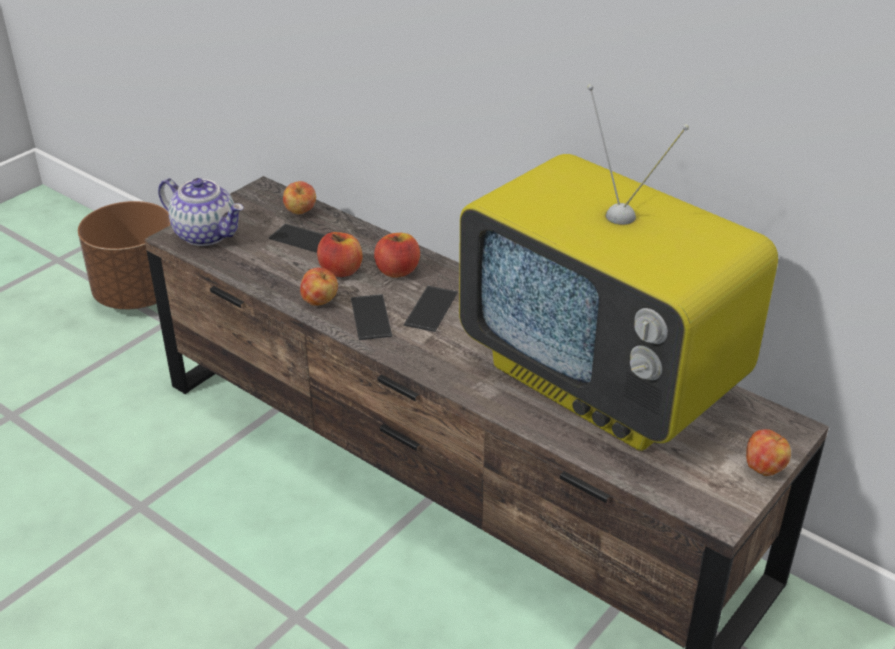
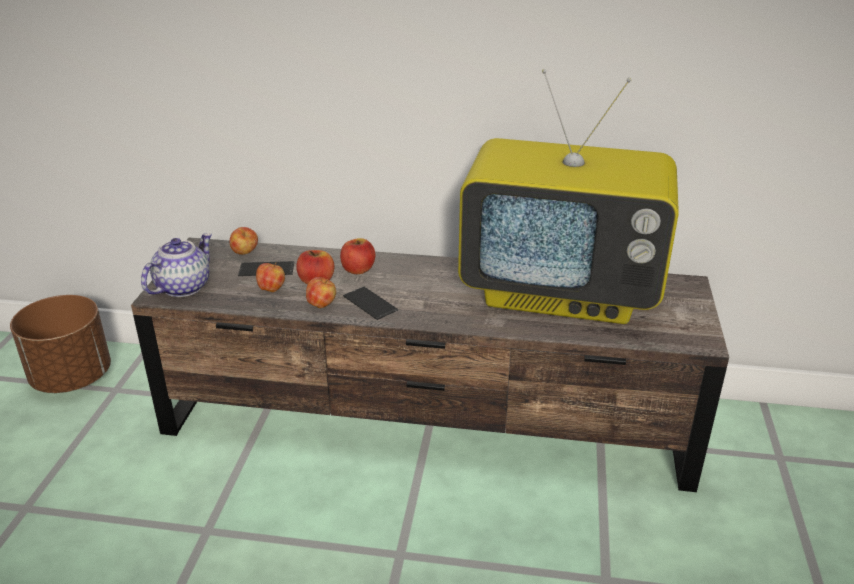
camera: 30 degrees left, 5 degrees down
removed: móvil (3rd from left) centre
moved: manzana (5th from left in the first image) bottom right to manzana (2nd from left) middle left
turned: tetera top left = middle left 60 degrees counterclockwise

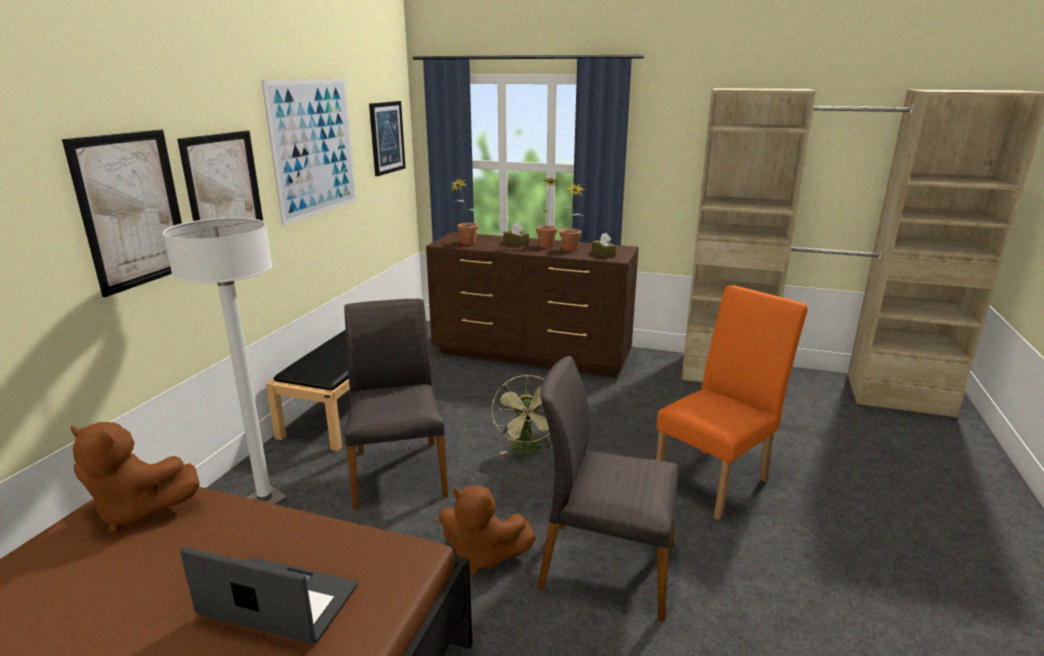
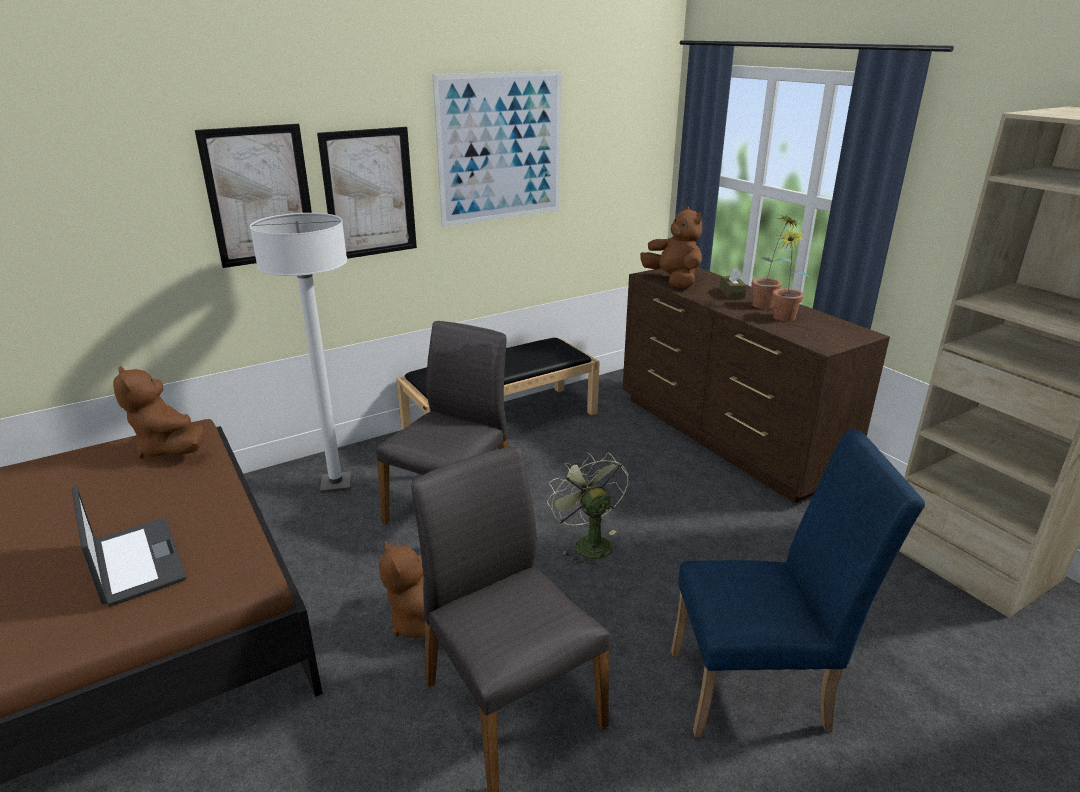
camera: 40 degrees right, 5 degrees up
removed: cuadro (4th from left) top centre; caja de pañuelos [marrón] (2nd from left) centre
replaced: planta en maceta (1st from left) top centre to peluche [marrón] (3rd from left) top centre
recoloured: silla [naranja] middle right to silla [azul] bottom right
turned: ventilador [verde] centre = centre 120 degrees clockwise

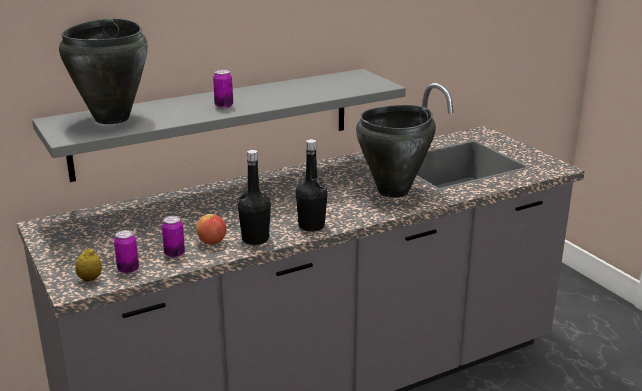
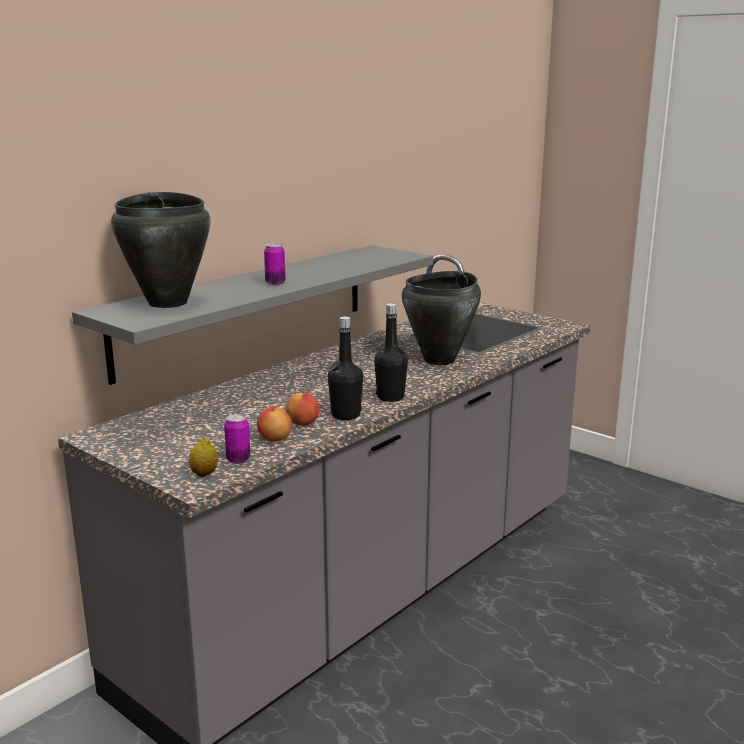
camera: 20 degrees left, 5 degrees down
replaced: lata (2nd from left) middle left to manzana (1st from left) centre

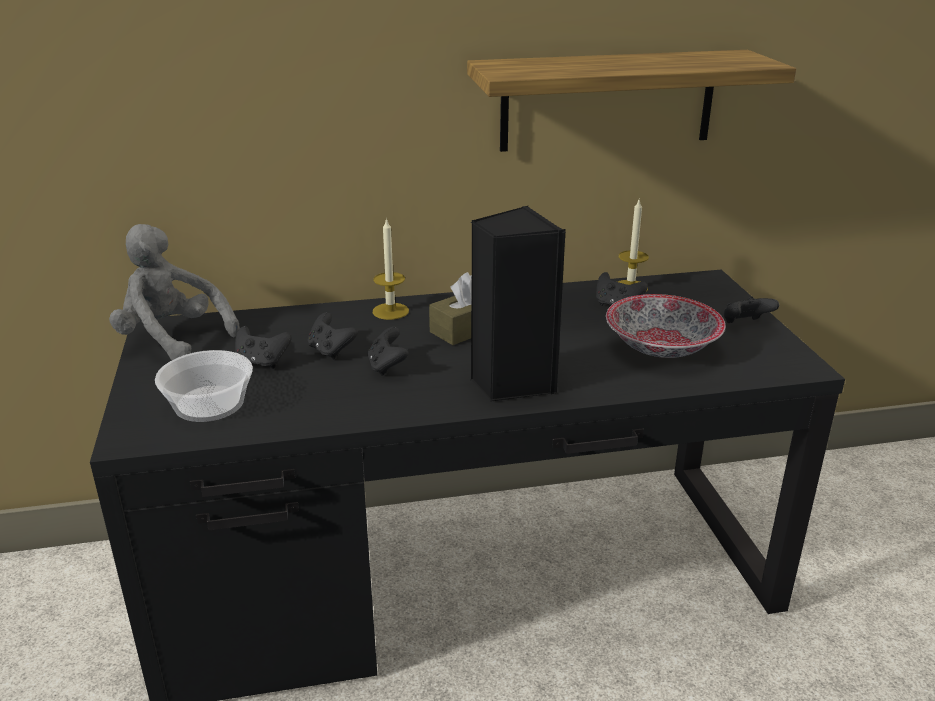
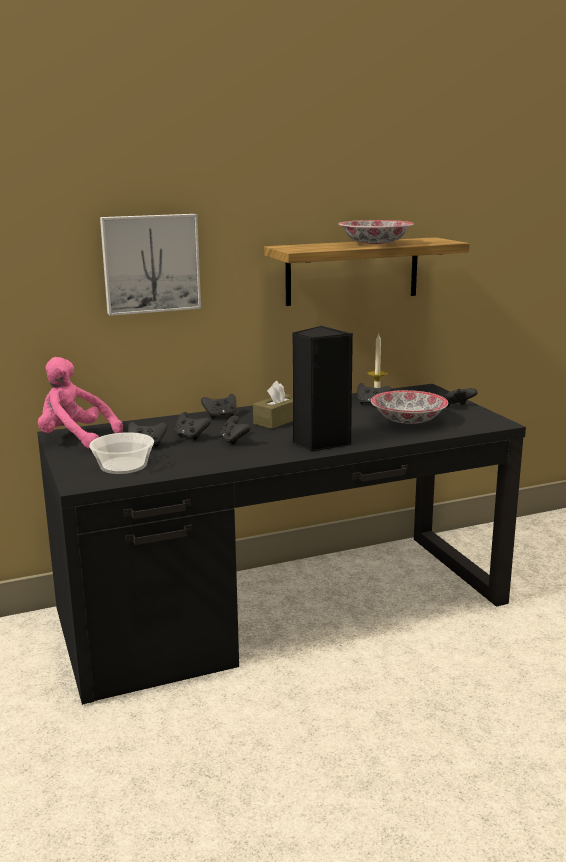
camera: 10 degrees left, 10 degrees down
added: cuadro top left; cuenco (2nd from left) top centre
replaced: vela (1st from left) centre to mando de consola [negro] (3rd from left) centre
recoloured: peluche [gris] middle left to peluche [rosa] middle left

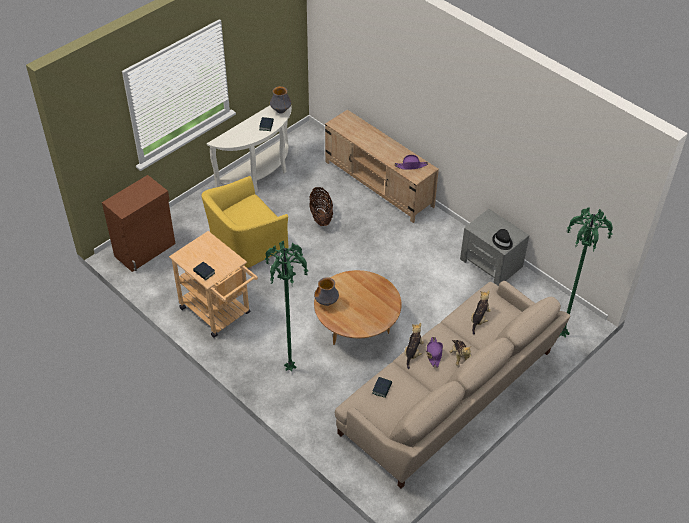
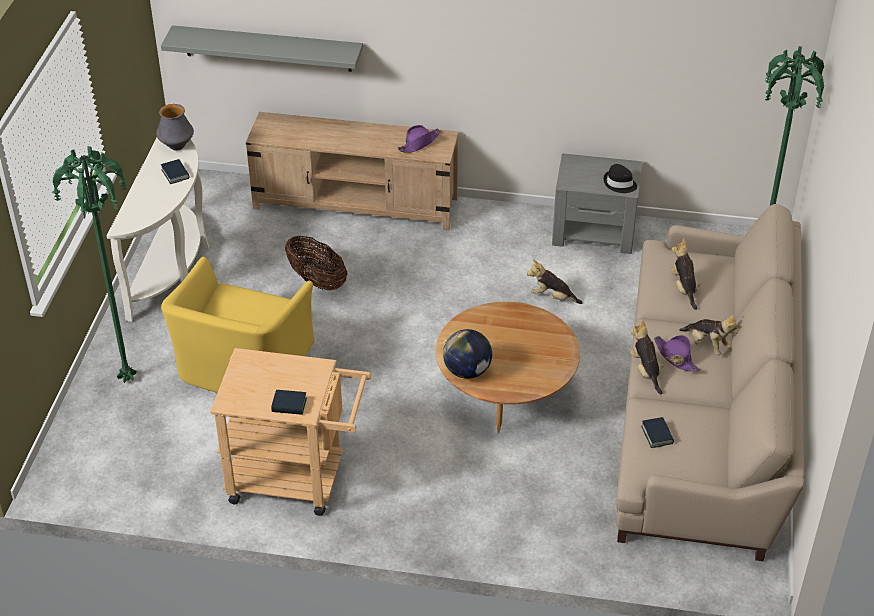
camera: 35 degrees left, 5 degrees down
removed: armario [marrón] middle left
added: estante [gris] top left; peluche (1st from left) centre
moved: lámpara de pie [verde] (1st from left) centre to middle left
replaced: florero (2nd from left) centre to globo terráqueo centre

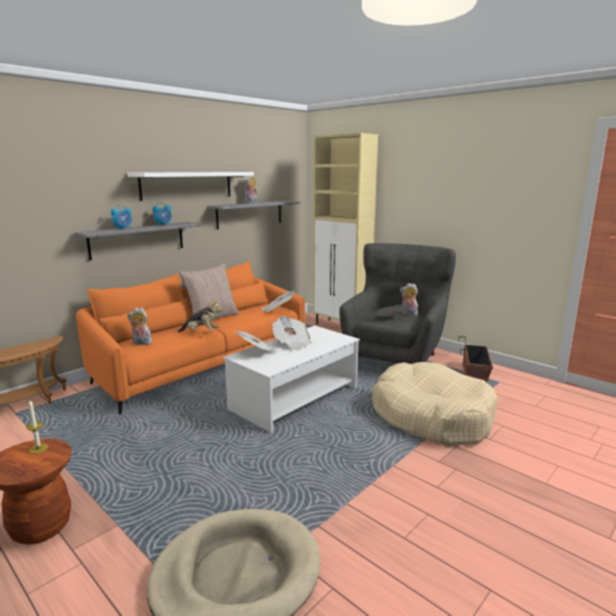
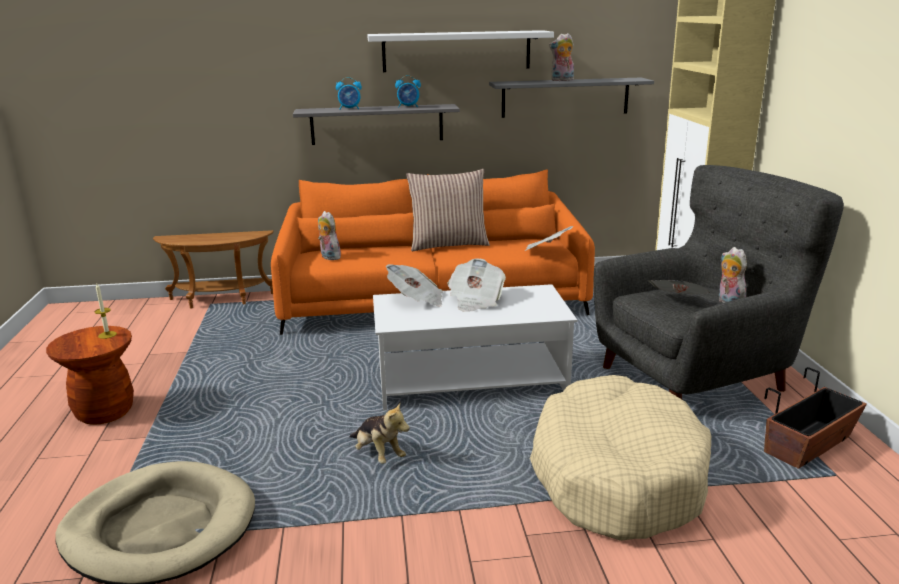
camera: 40 degrees right, 5 degrees up
moved: peluche (2nd from left) middle left to bottom centre

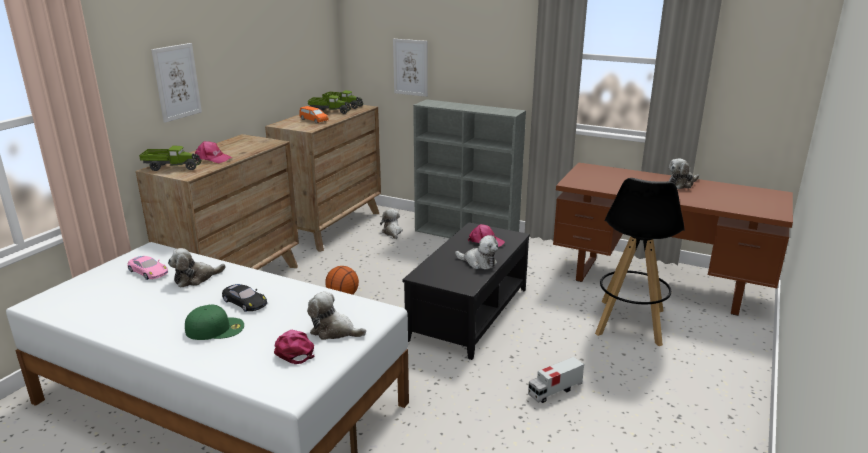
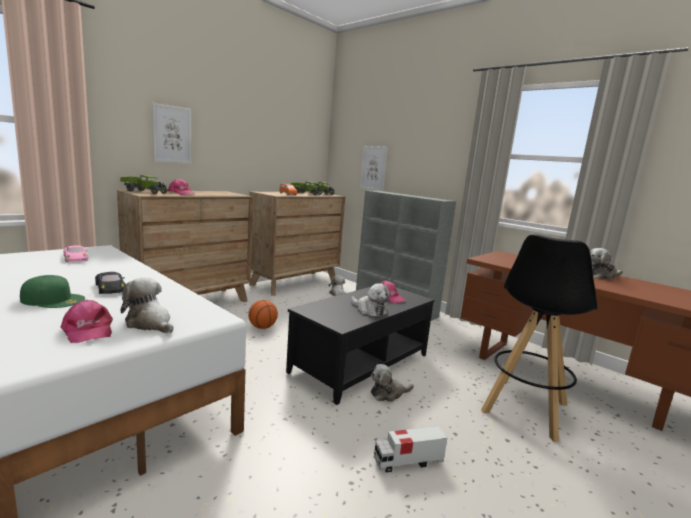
camera: 15 degrees right, 10 degrees down
moved: peluche (1st from left in the first image) middle left to peluche (4th from left) bottom centre
turned: gorra [rosa] (2nd from left in the first image) bottom centre = middle left 150 degrees clockwise

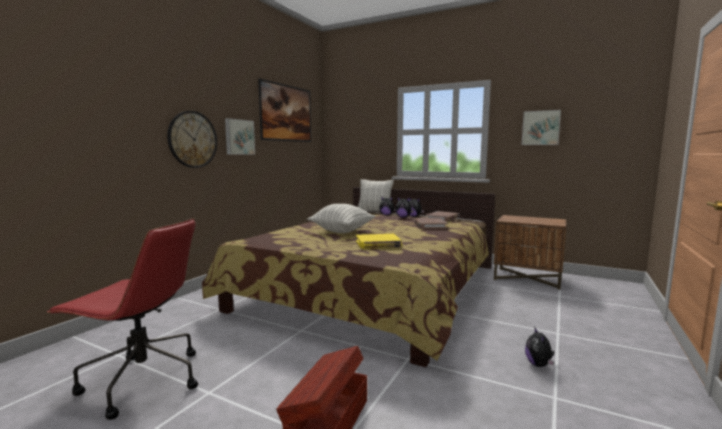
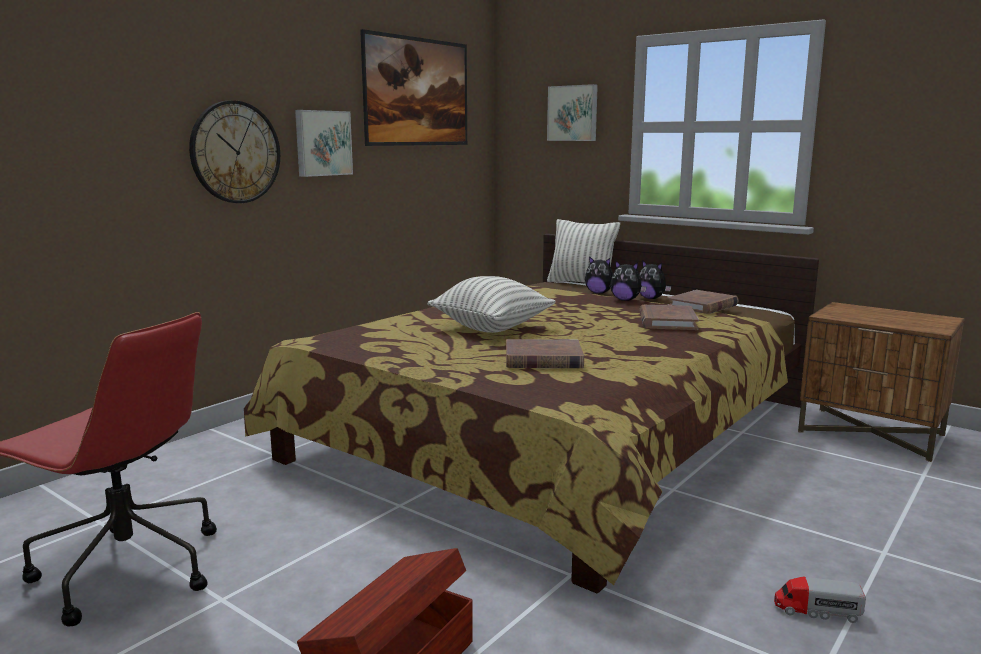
camera: 10 degrees right, 5 degrees up
moved: cuadro (3rd from left) top right to top centre
replaced: peluche (4th from left) bottom right to camión de juguete bottom right
recoloured: libro [amarillo] centre to libro [marrón] (1st from left) centre

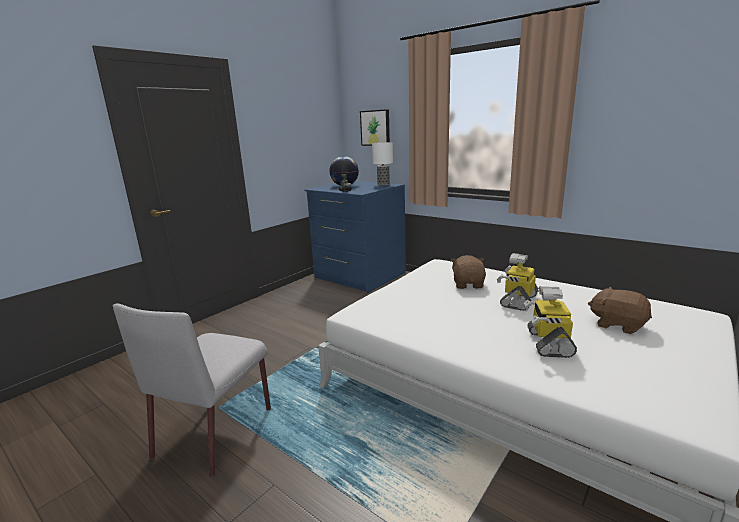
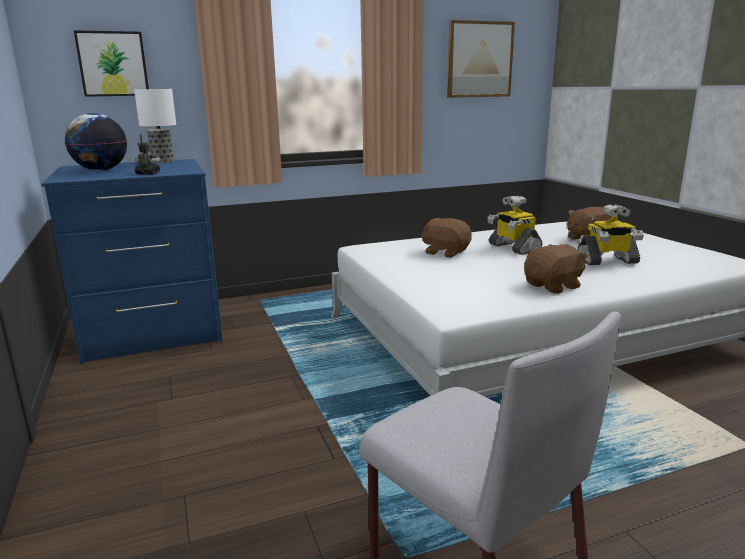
camera: 60 degrees left, 0 degrees up
added: cuadro (2nd from left) top centre; peluche [marrón] (2nd from left) middle right
turned: robot de juguete (3rd from left) middle right = middle right 45 degrees counterclockwise

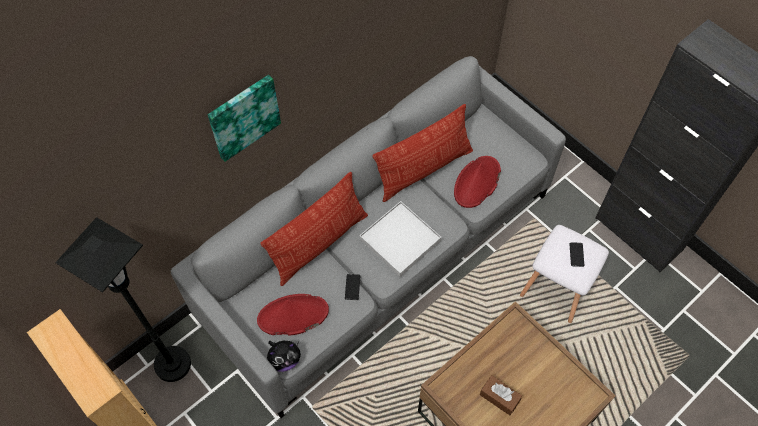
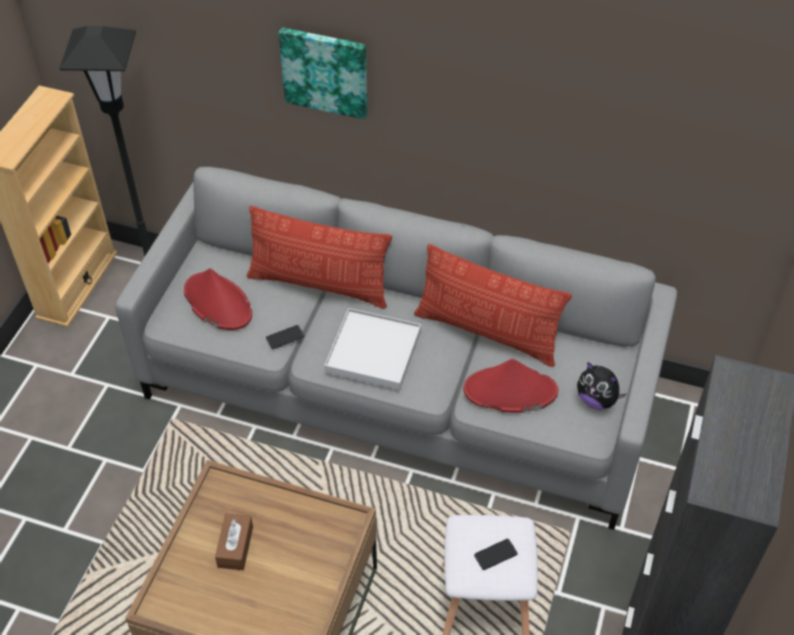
camera: 60 degrees right, 10 degrees down
moved: peluche bottom centre to middle right

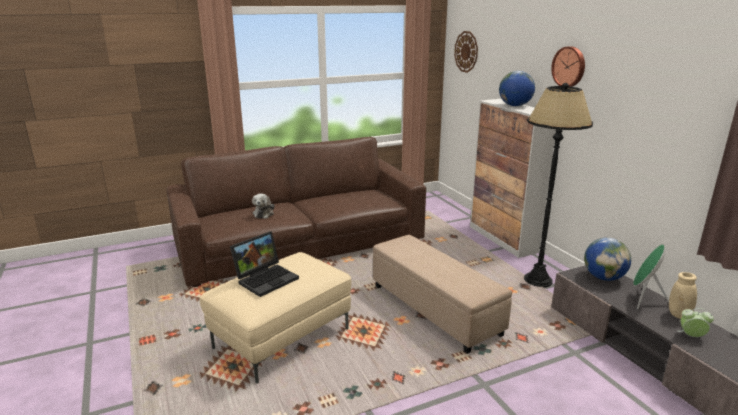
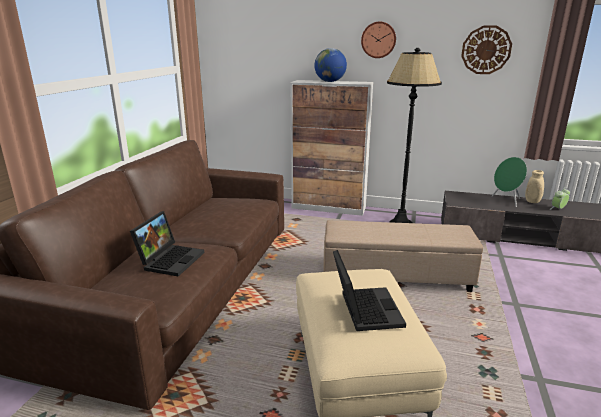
camera: 50 degrees left, 0 degrees up
removed: globo terráqueo (2nd from left) middle right
moved: reloj de pared (1st from left in the first image) top centre to reloj de pared (2nd from left) top right
replaced: peluche centre to portátil (1st from left) middle left

